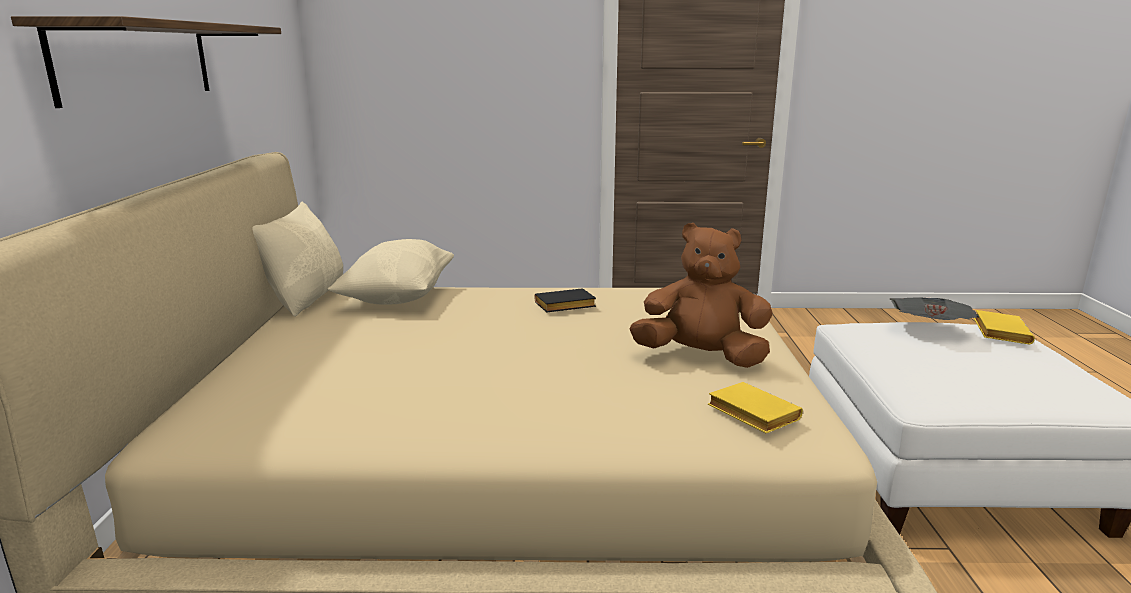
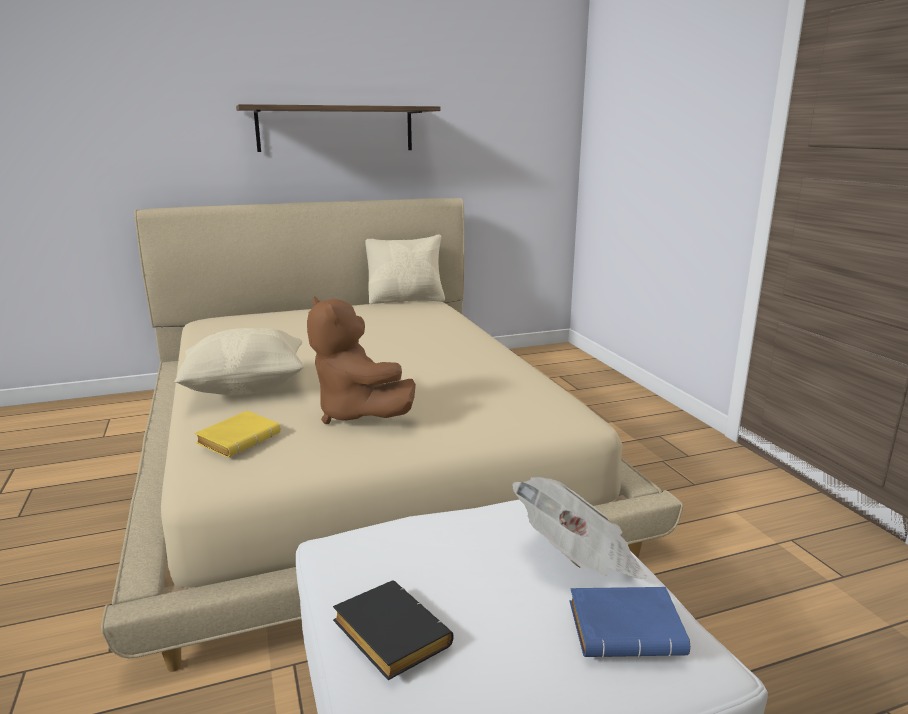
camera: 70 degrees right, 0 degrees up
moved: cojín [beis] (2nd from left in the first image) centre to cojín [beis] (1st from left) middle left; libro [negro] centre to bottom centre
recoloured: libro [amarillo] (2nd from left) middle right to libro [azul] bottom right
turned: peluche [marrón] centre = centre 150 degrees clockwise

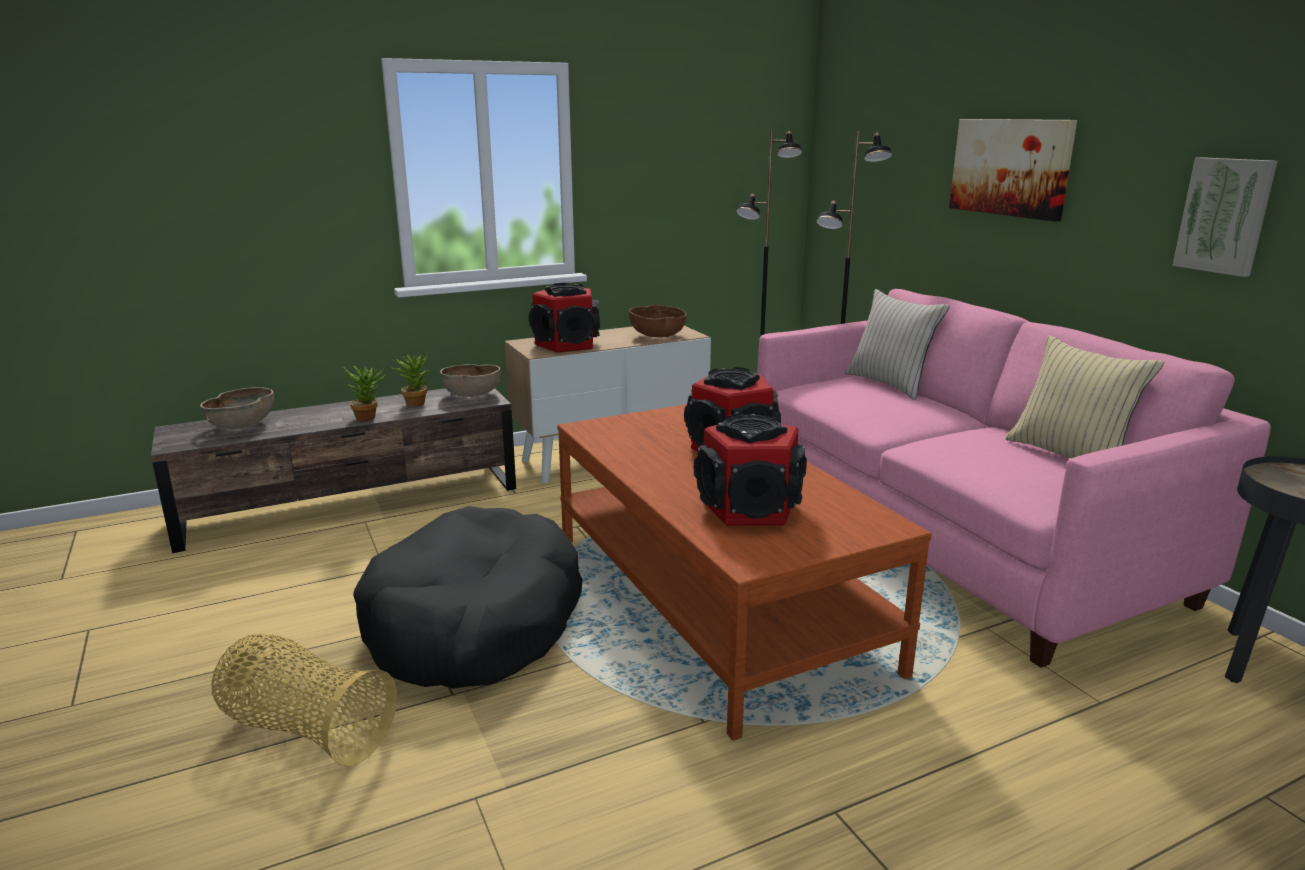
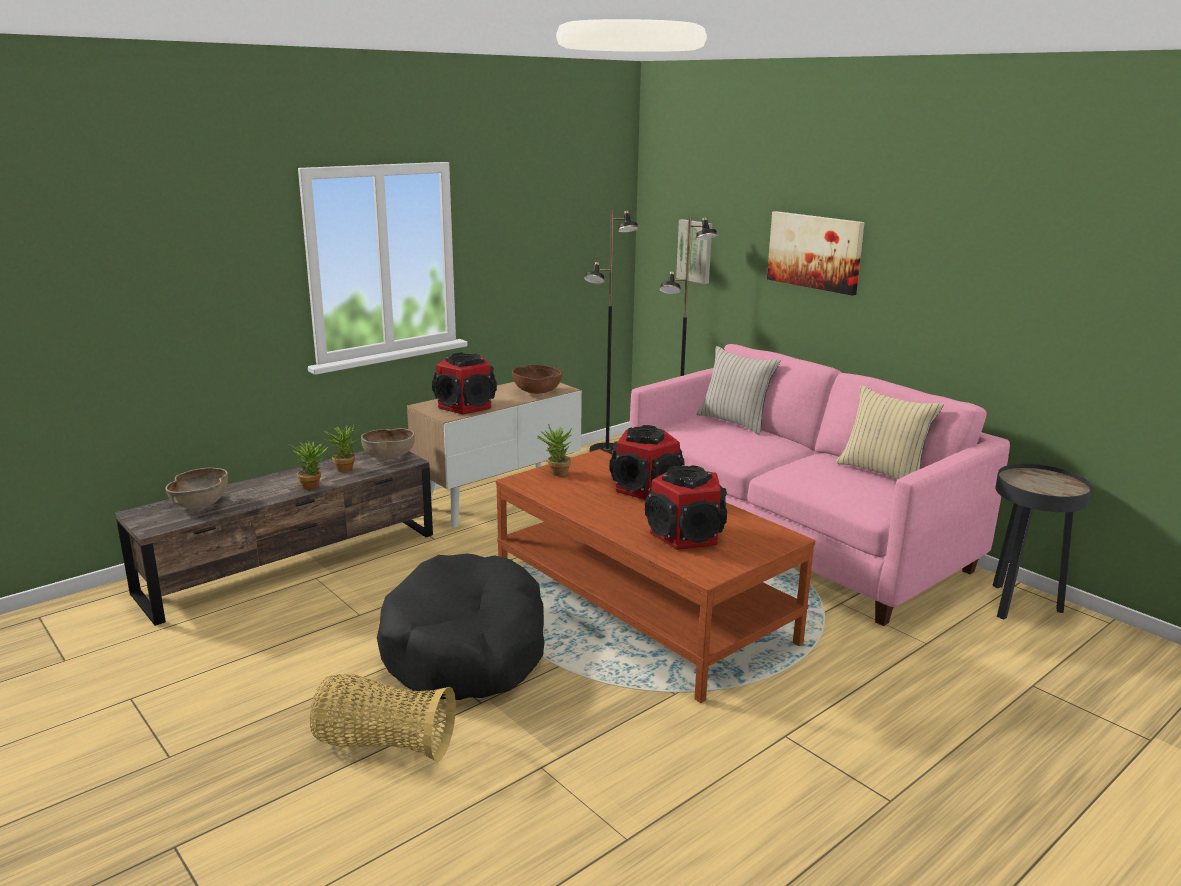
camera: 15 degrees left, 0 degrees up
added: planta en maceta (3rd from left) centre
moved: cuadro (2nd from left in the first image) top right to cuadro (1st from left) top centre

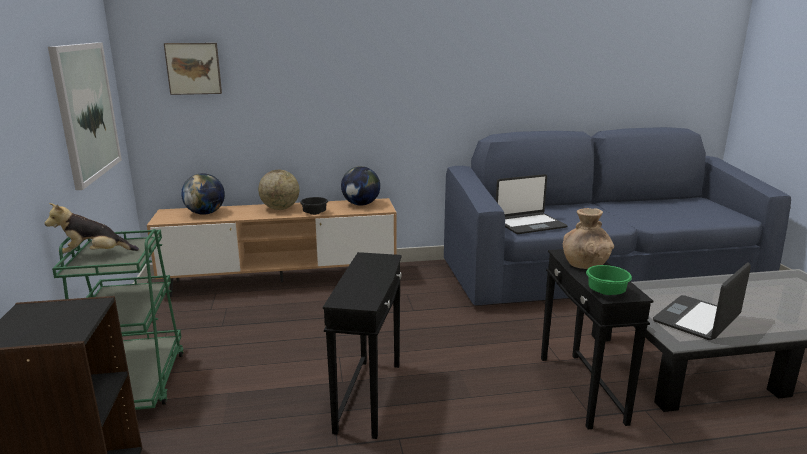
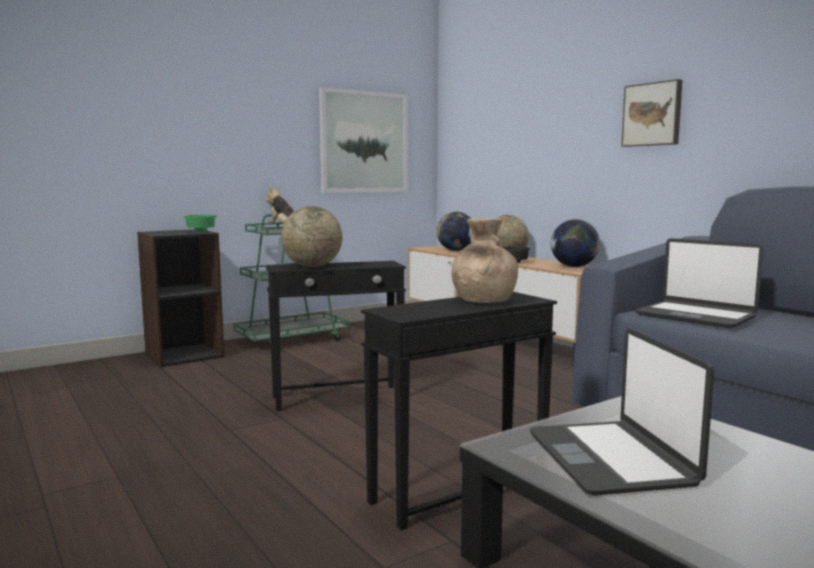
camera: 65 degrees right, 10 degrees down
added: globo terráqueo (1st from left) centre
moved: cuadro (2nd from left) top left to top right; cuenco [verde] middle right to middle left
turned: portátil (2nd from left in the first image) middle right = bottom right 120 degrees counterclockwise

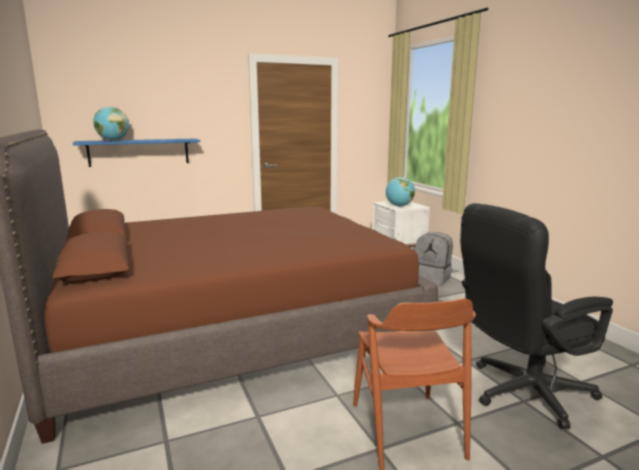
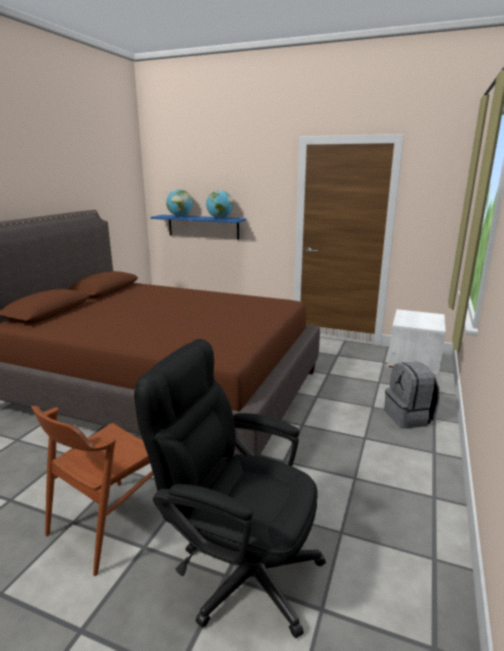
camera: 45 degrees right, 5 degrees up
moved: globo terráqueo (2nd from left) centre to top centre

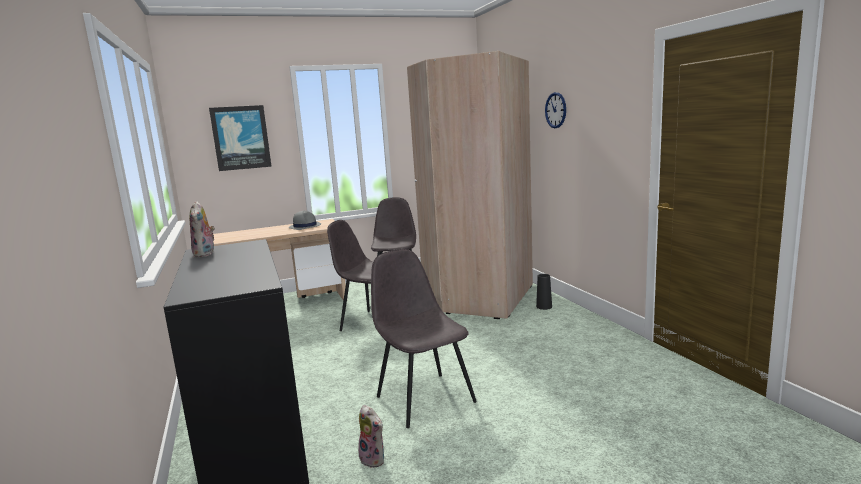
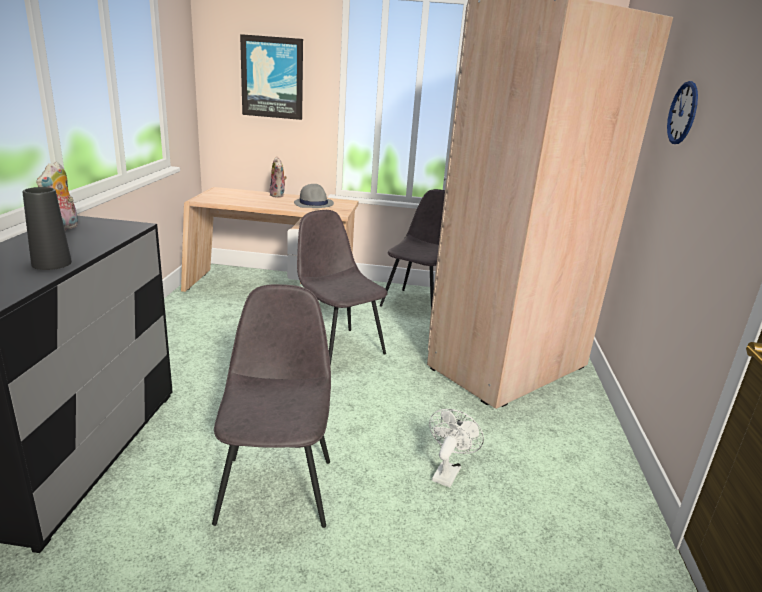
camera: 25 degrees right, 10 degrees up
added: ventilador [blanco] bottom centre
moved: peluche (2nd from left) bottom centre to top centre; florero [negro] centre to middle left

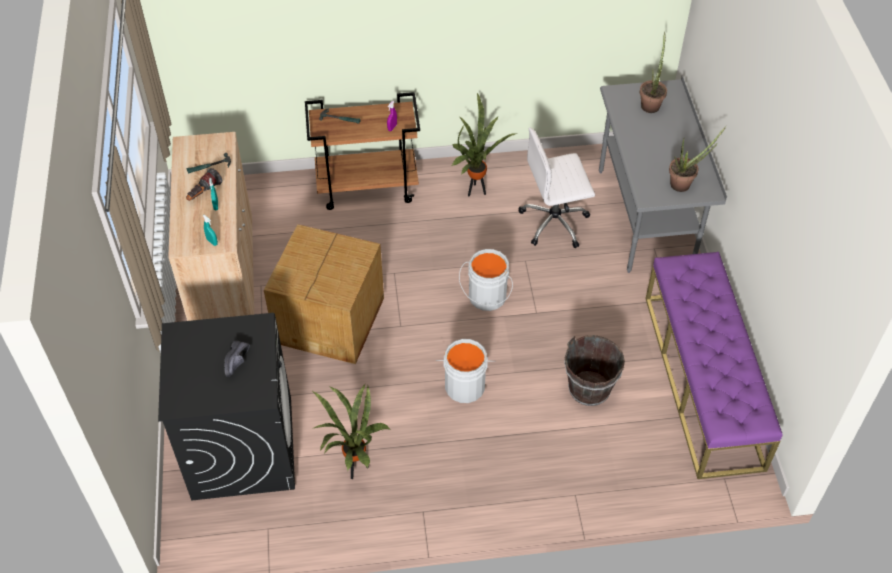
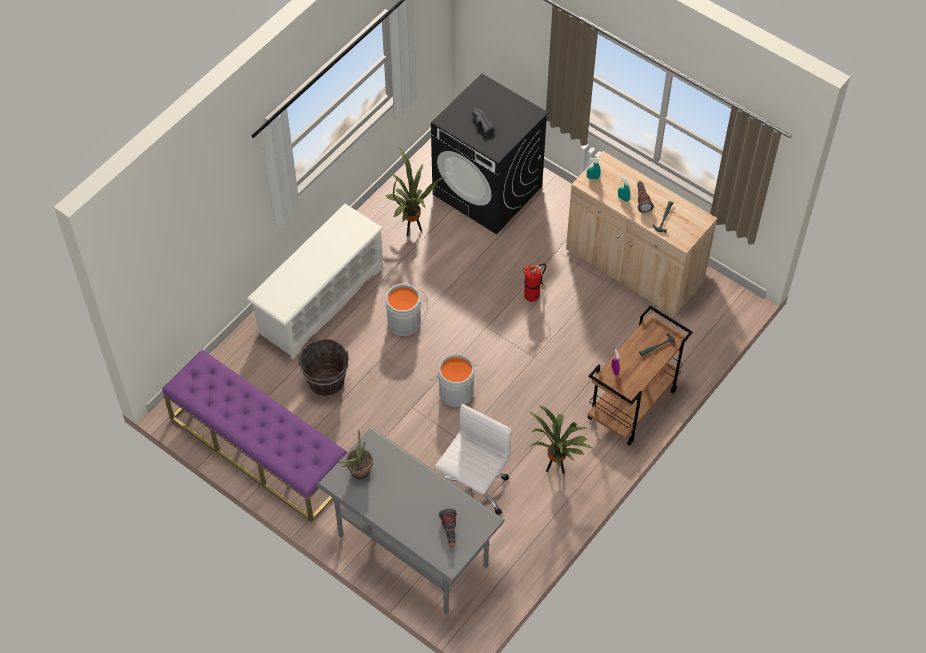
camera: 135 degrees right, 5 degrees up
added: zapatero [blanco] centre
replaced: caja de cartón centre to extintor centre; planta en maceta (3rd from left) top right to linterna (1st from left) bottom centre

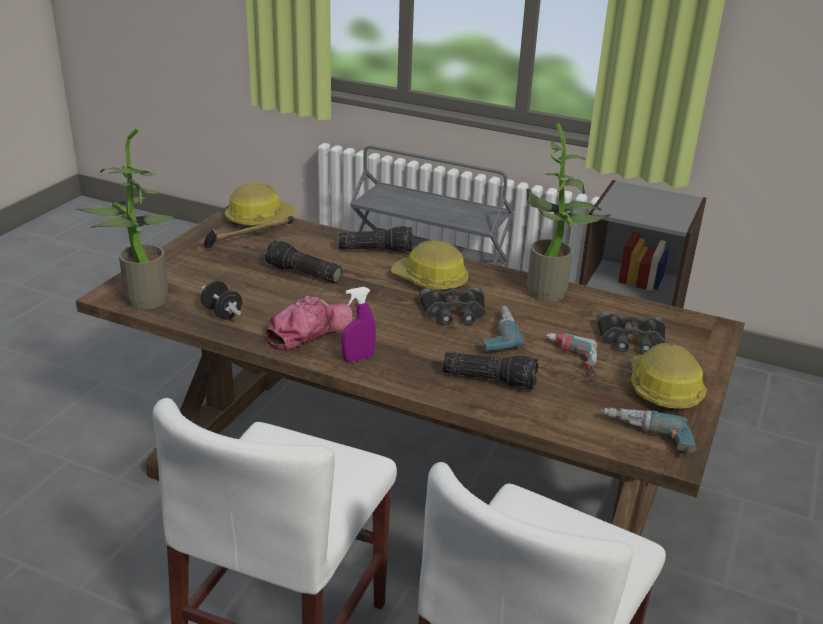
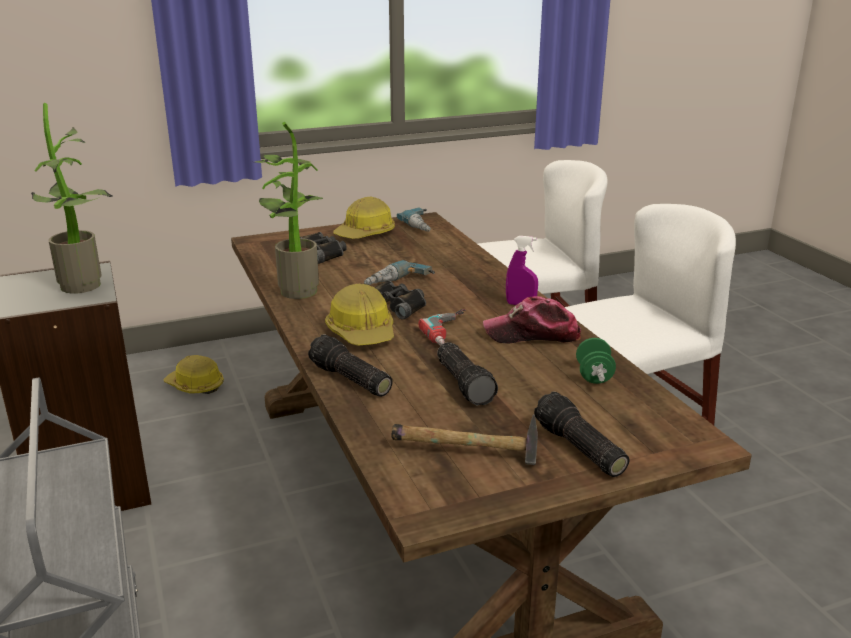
camera: 135 degrees left, 5 degrees down
moved: planta en maceta (1st from left) middle left to top left; casco (1st from left) top left to middle left; linterna (3rd from left) centre to bottom right; taladro (2nd from left in the first image) middle right to taladro (3rd from left) centre
recoloured: mancuerna [negro] middle left to mancuerna [verde] middle right

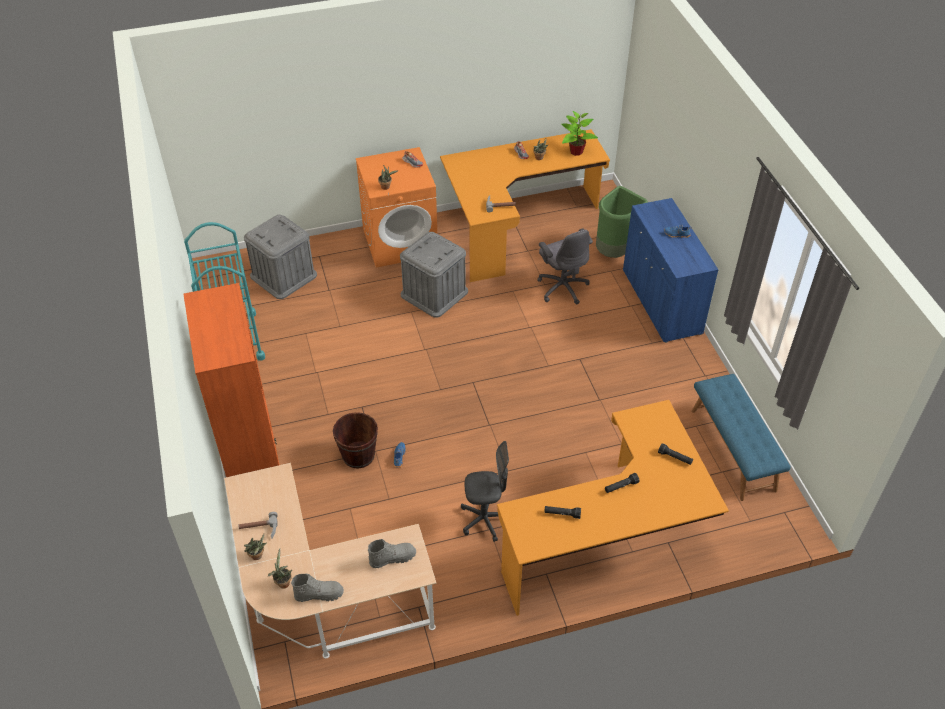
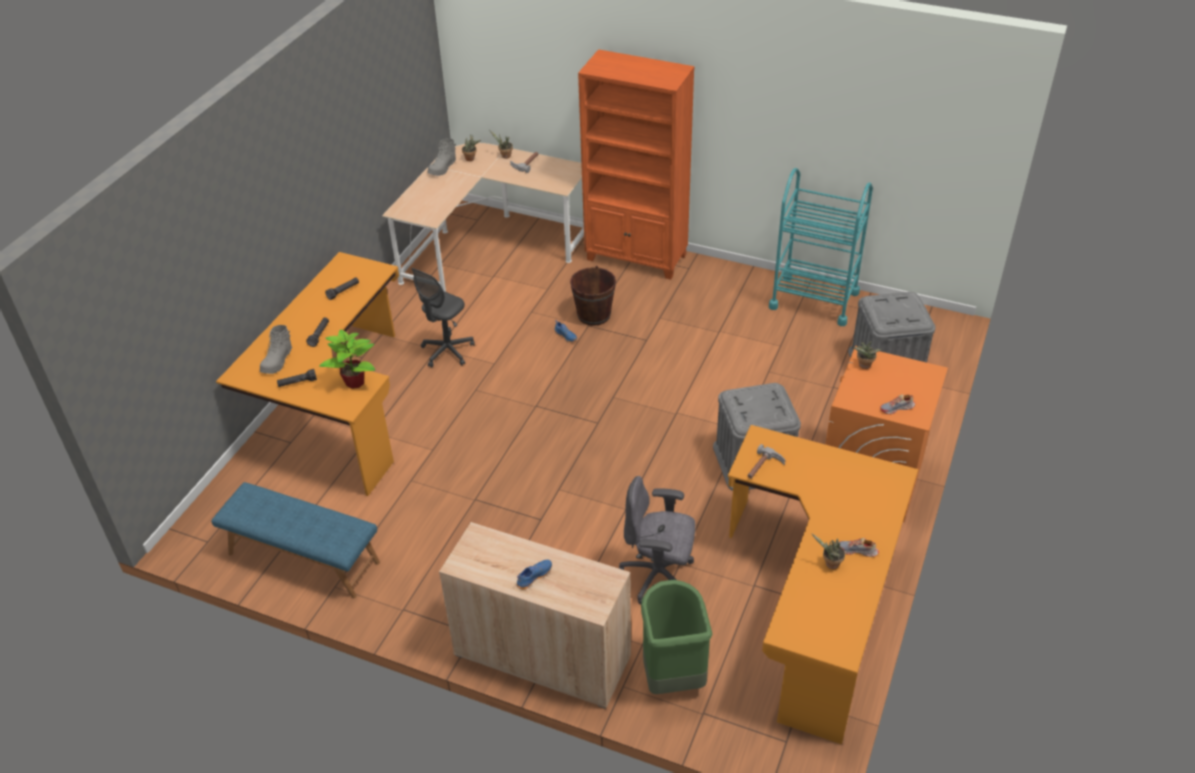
camera: 130 degrees right, 5 degrees down
moved: bota [gris] (2nd from left in the first image) bottom centre to bota [gris] (1st from left) middle left; planta en maceta (5th from left in the first image) top centre to planta en maceta (1st from left) middle left
recoloured: armario [azul] middle right to armario [beis] bottom centre

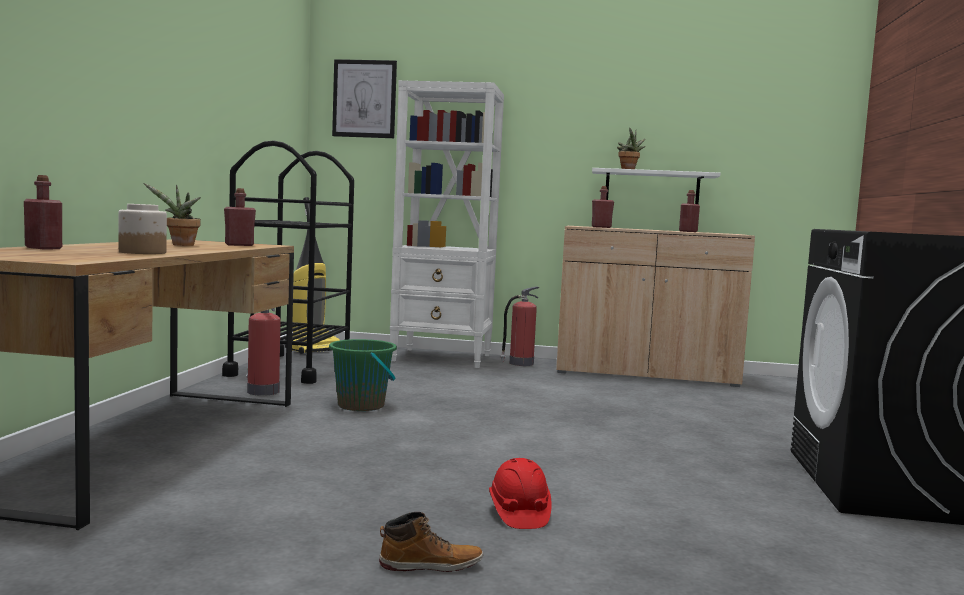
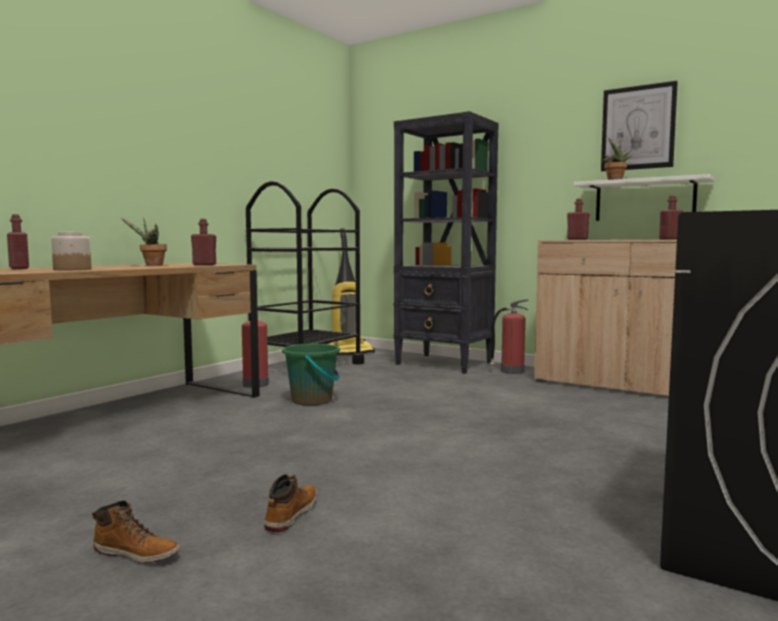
camera: 25 degrees right, 0 degrees up
moved: cuadro top centre to top right
replaced: casco [rojo] bottom centre to bota (2nd from left) bottom centre
recoloured: estantería [blanco] centre to estantería [negro] centre

